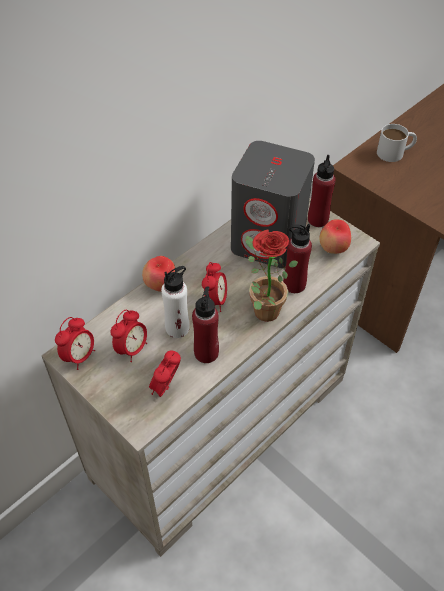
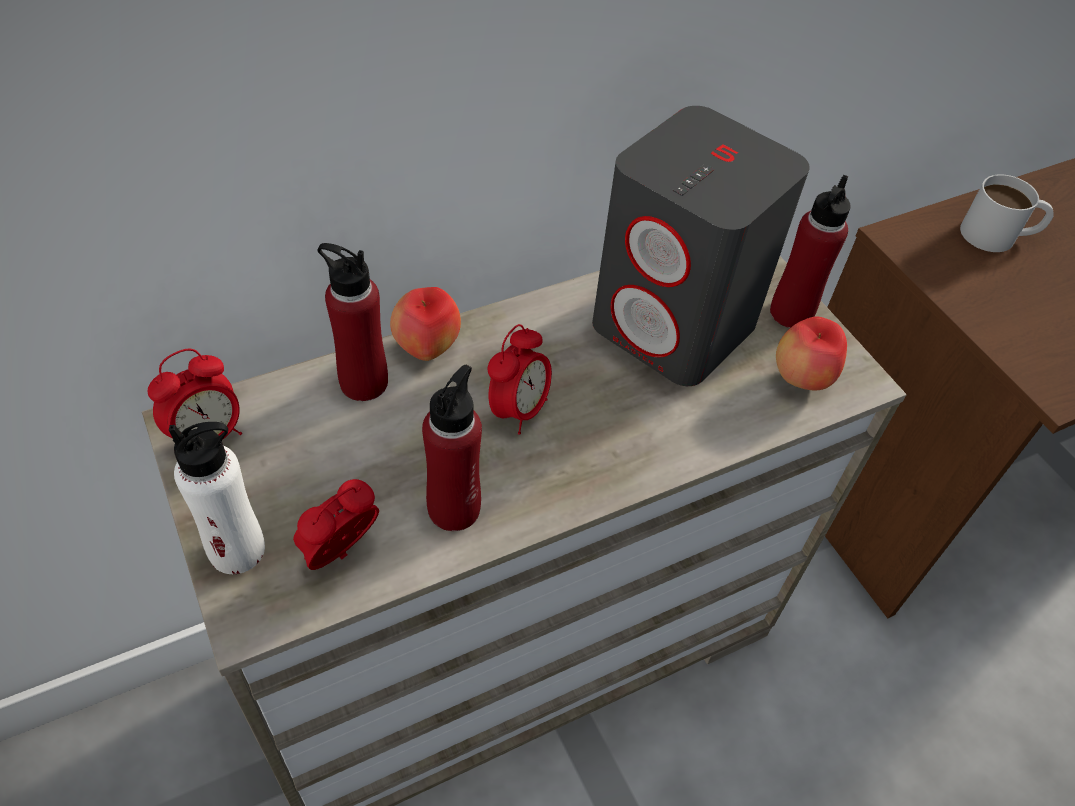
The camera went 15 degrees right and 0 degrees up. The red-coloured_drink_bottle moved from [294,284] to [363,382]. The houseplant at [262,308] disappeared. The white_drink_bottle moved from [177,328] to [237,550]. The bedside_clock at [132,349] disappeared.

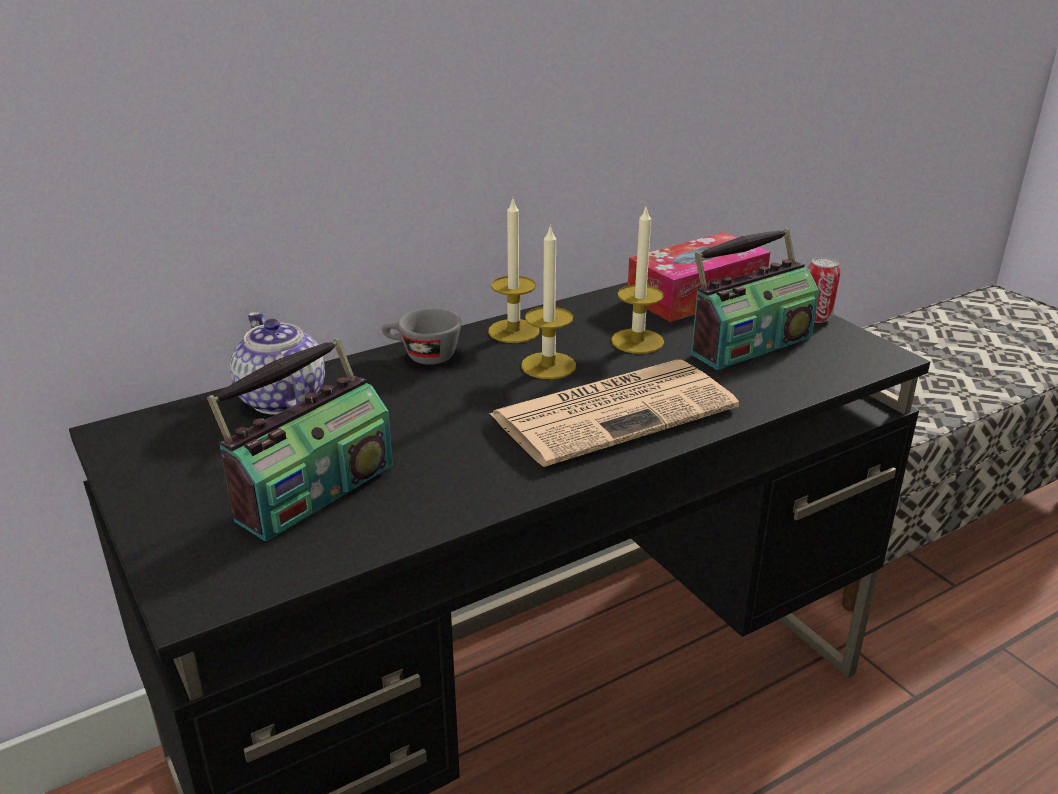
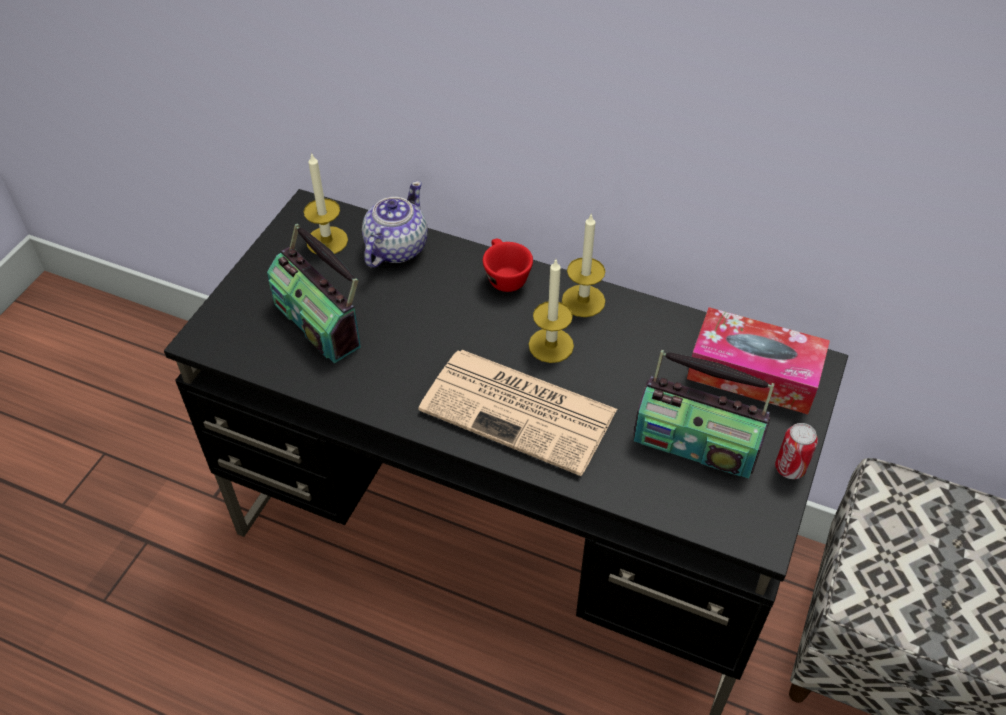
The camera went 55 degrees right and 20 degrees up. The wax_light moved from [637,341] to [327,241]. The grey_drinking_cup at [422,356] became the red-coloured_drinking_cup at [504,276]. The radio at [313,490] turned 45 degrees clockwise.

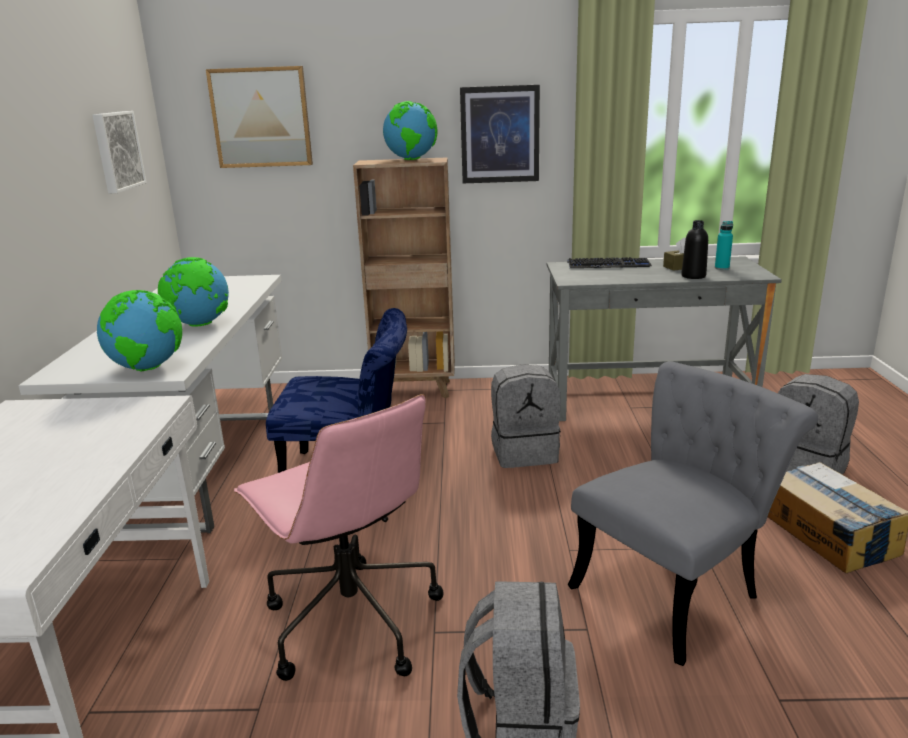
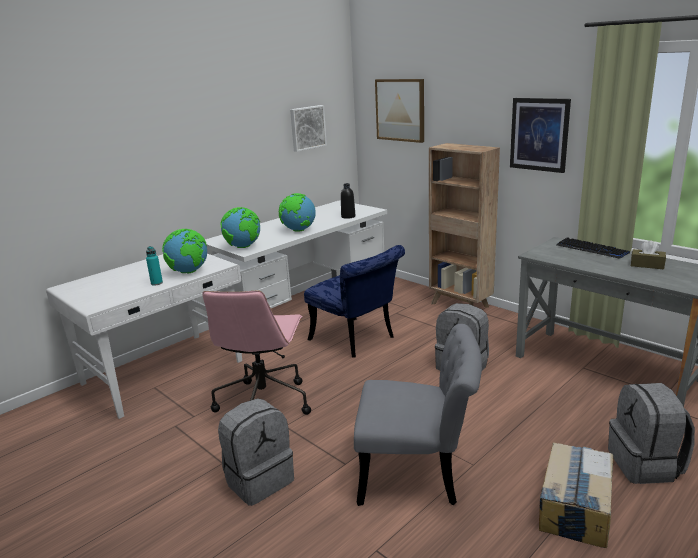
The camera went 45 degrees right and 0 degrees up. The desk_globe moved from [411,159] to [189,272]. The black-coloured_drink_bottle moved from [693,276] to [348,216]. The turquoise_drink_bottle moved from [722,268] to [156,283].

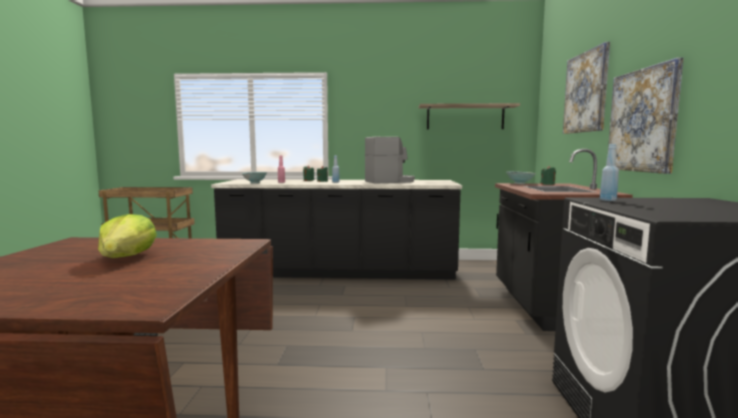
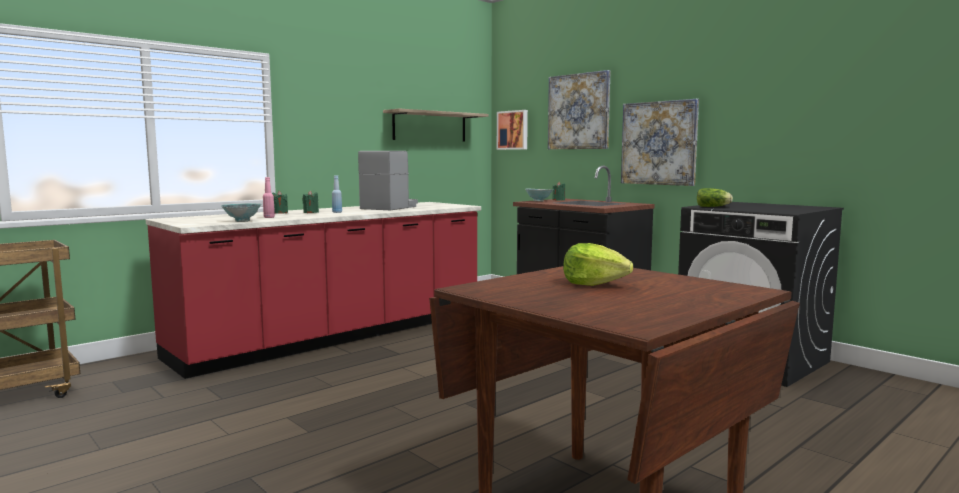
The camera went 45 degrees left and 0 degrees up. The bluish_drink_bottle at [608,200] was replaced by the head_of_lettuce at [714,207]. The black-coloured_kitchen_base_unit at [340,272] became the red-coloured_kitchen_base_unit at [336,335]. The wall_picture at [513,130] appeared.

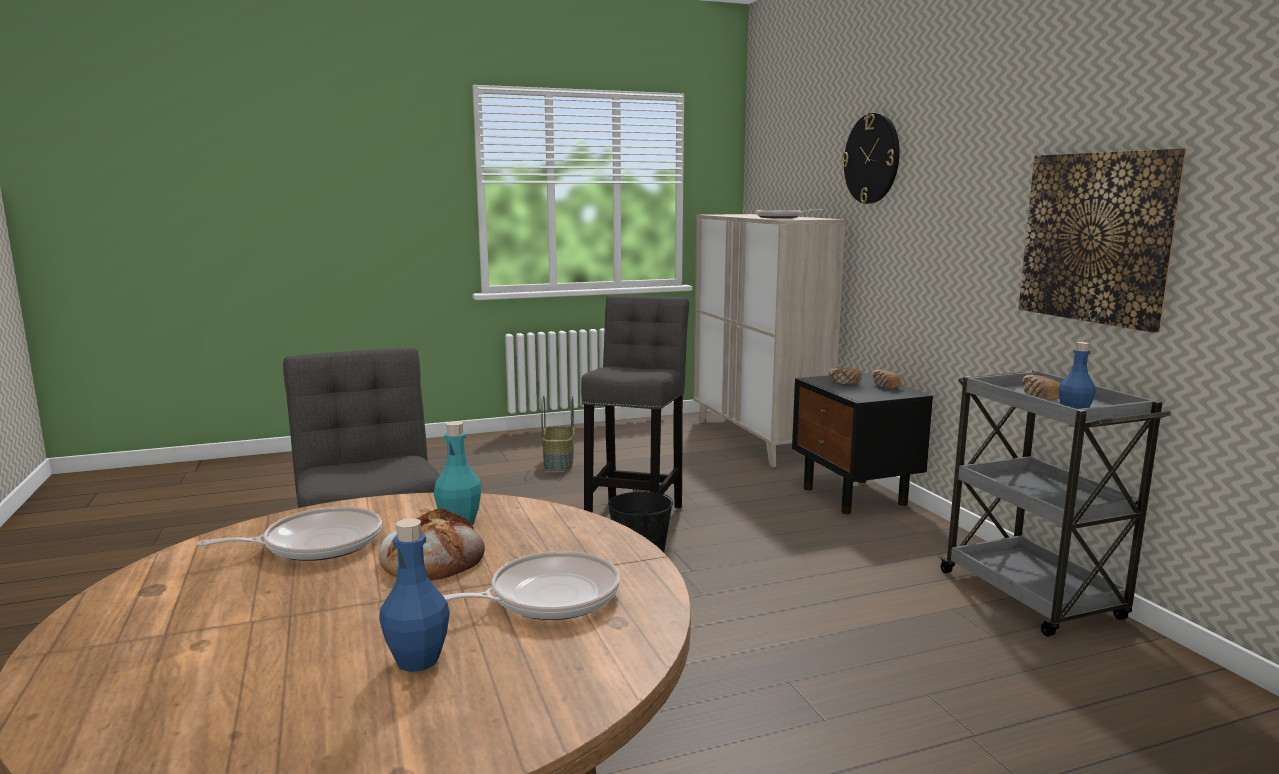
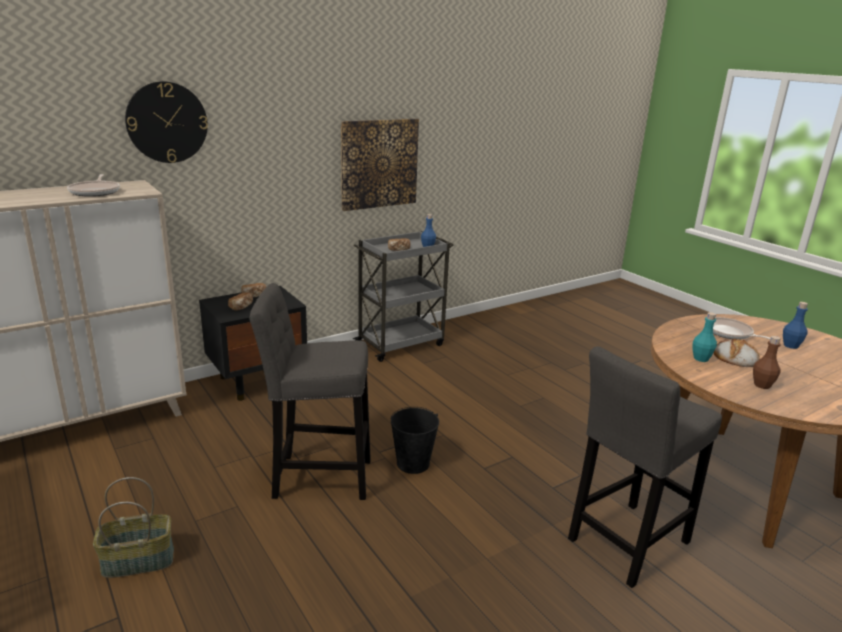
The camera went 105 degrees left and 10 degrees up. The skillet at [317,544] was replaced by the brown-coloured_drink_bottle at [762,385].

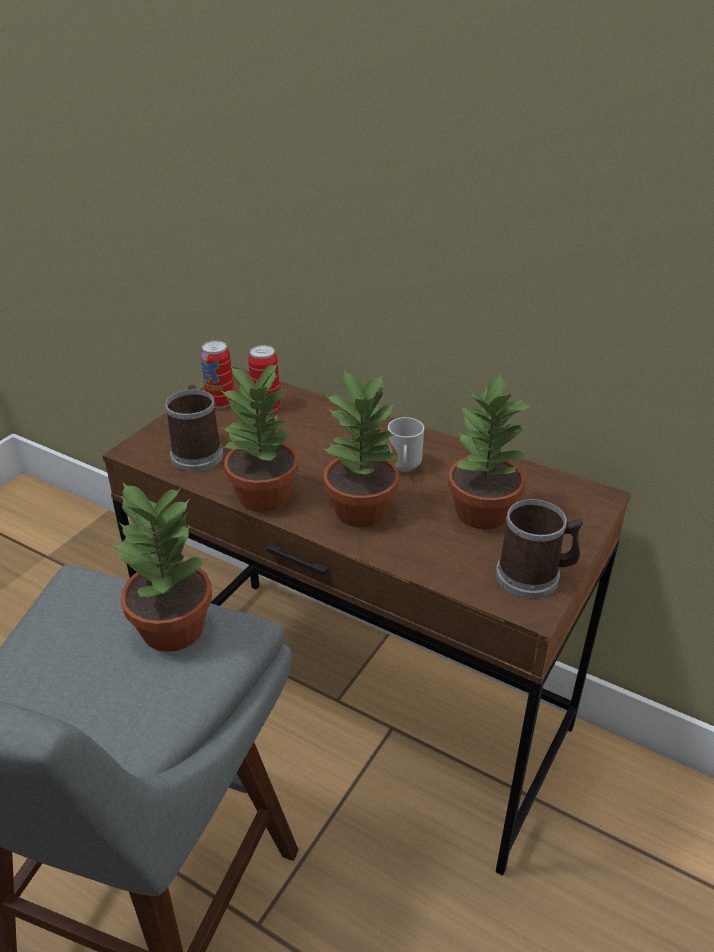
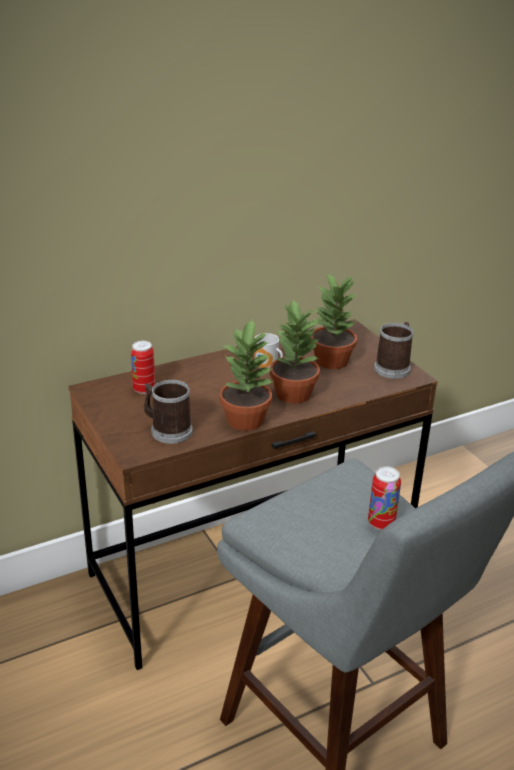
The camera went 60 degrees left and 5 degrees down. The metal_can moved from [220,403] to [381,523]. The houseplant at [171,628] disappeared.

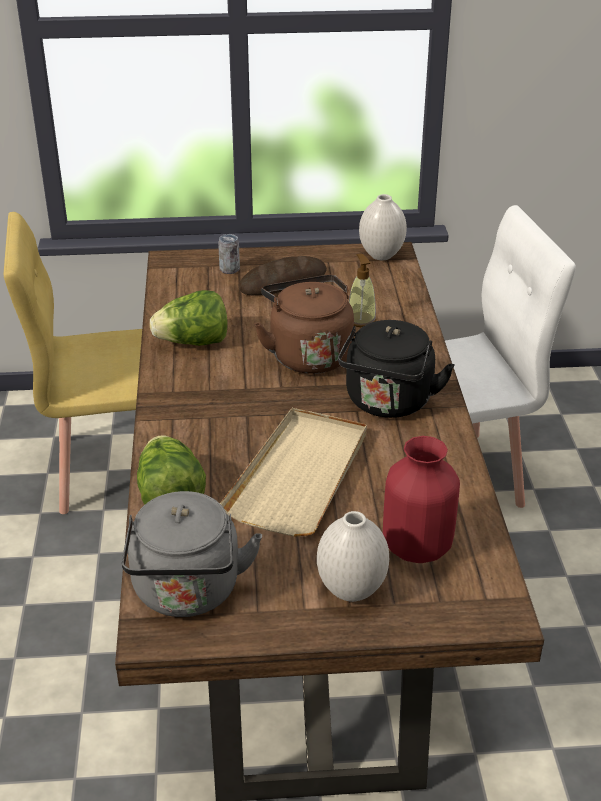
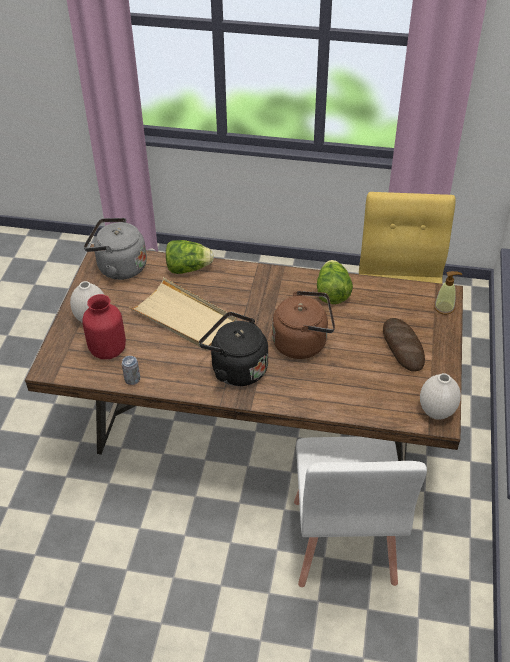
The camera went 105 degrees right and 10 degrees up. The metal_can moved from [229,269] to [132,379]. The soap_bottle moved from [361,320] to [444,308].

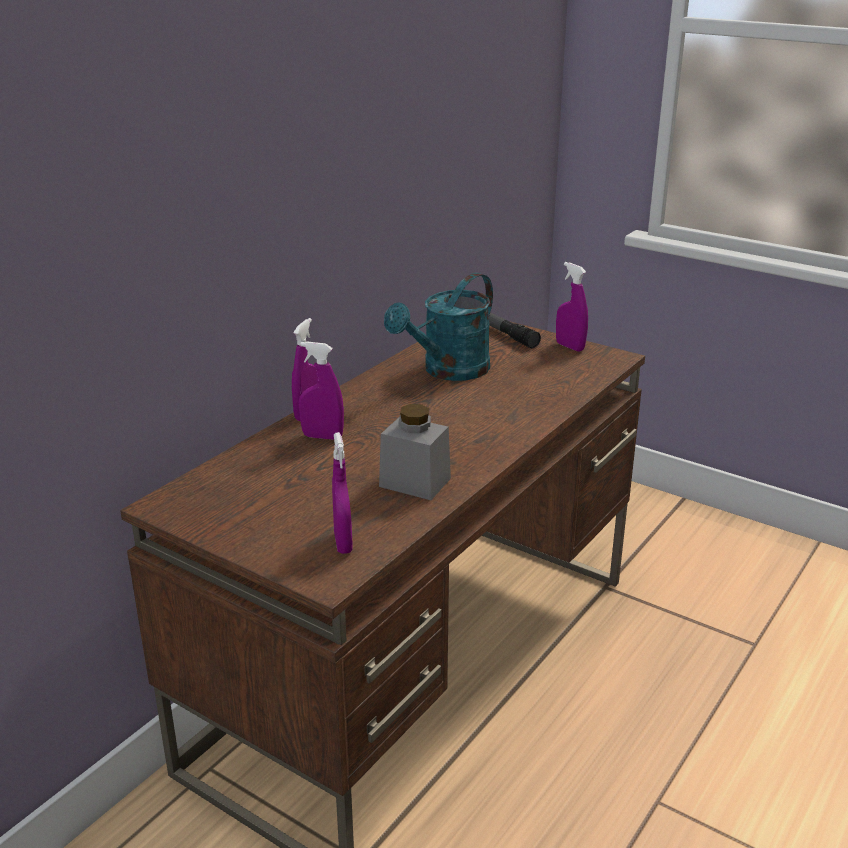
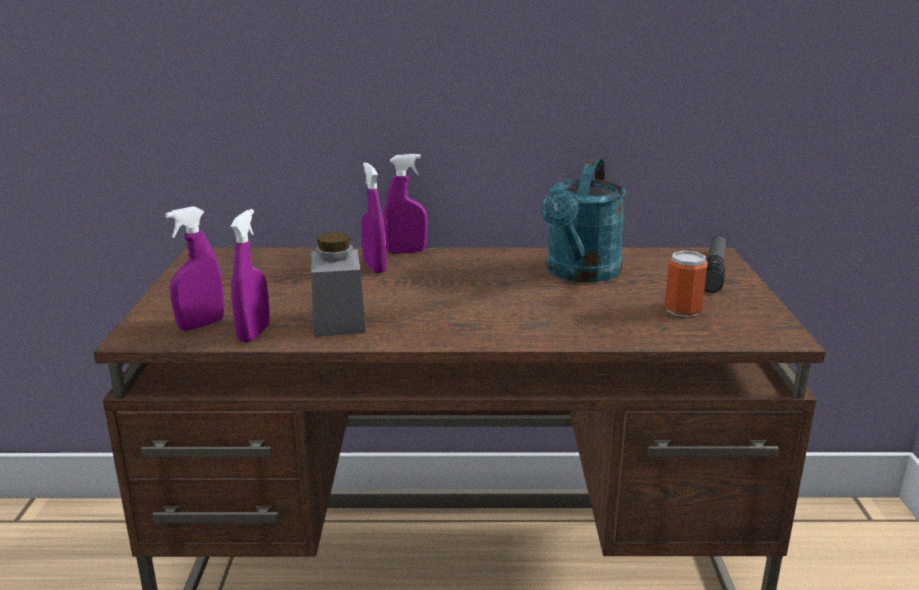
The camera went 55 degrees right and 5 degrees down. The purplish_hand_sprayer moved from [570,347] to [254,333]. The turquoise_watering_pot at [448,371] turned 75 degrees counterclockwise. The metal_can at [682,310] appeared.

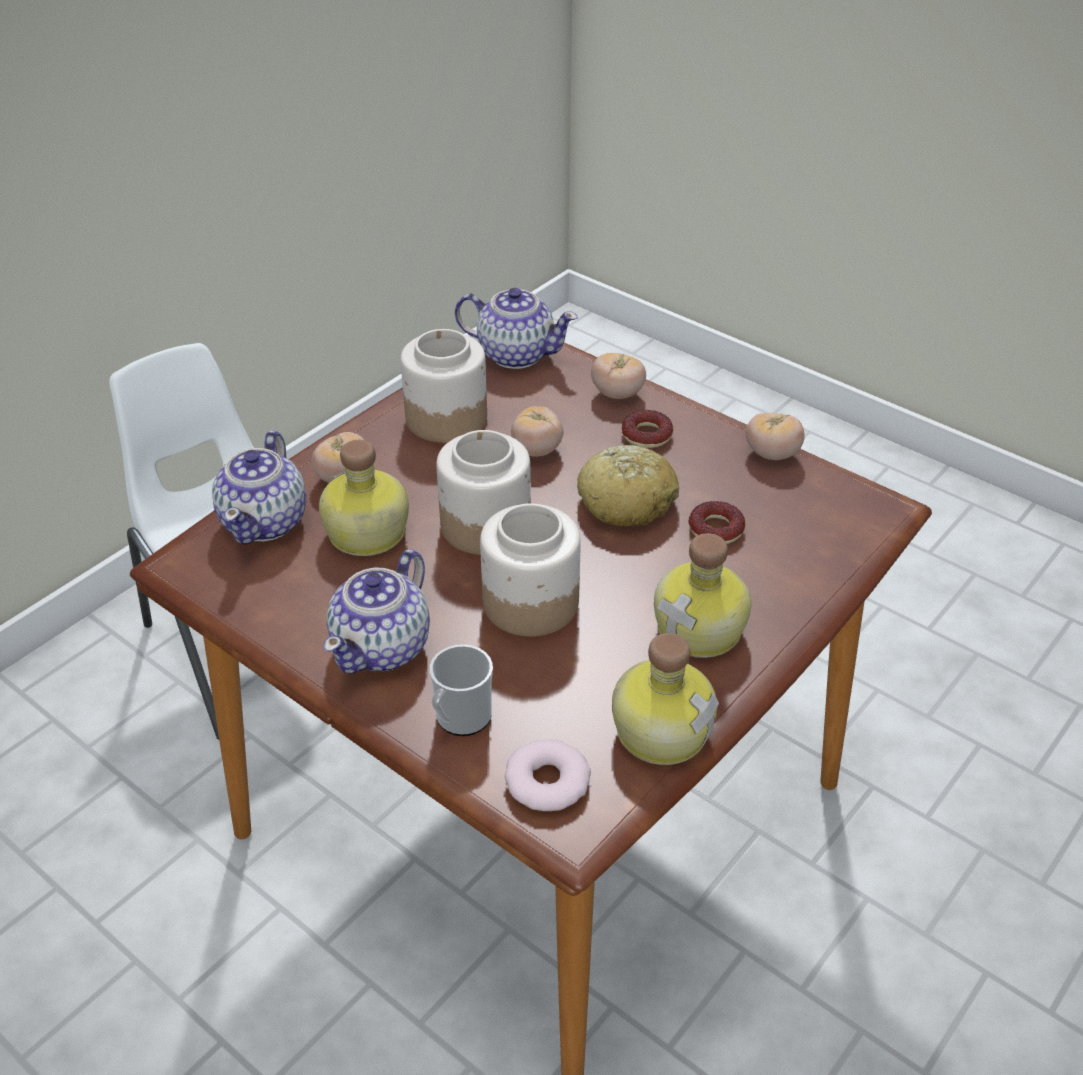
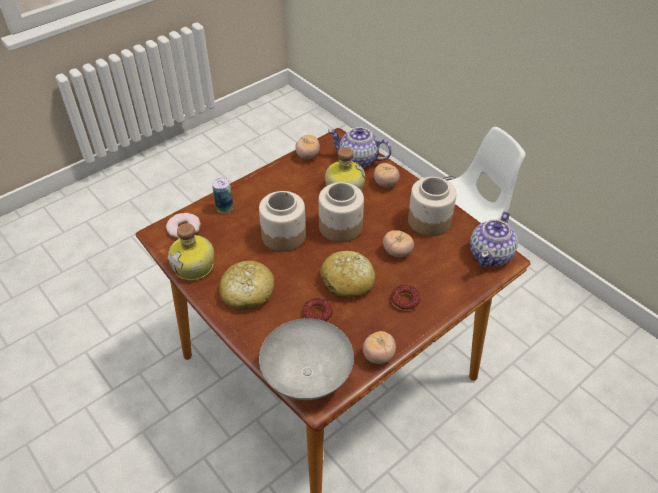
The camera went 100 degrees right and 5 degrees up. The tomato moved from [617,394] to [307,156]. The drink_bottle at [702,629] was replaced by the bakery_bread at [247,292]. The tea_pot at [383,647] disappeared. The tea_mug at [459,720] was replaced by the metal_can at [224,208]. The grey_deep_dish at [305,375] appeared.

